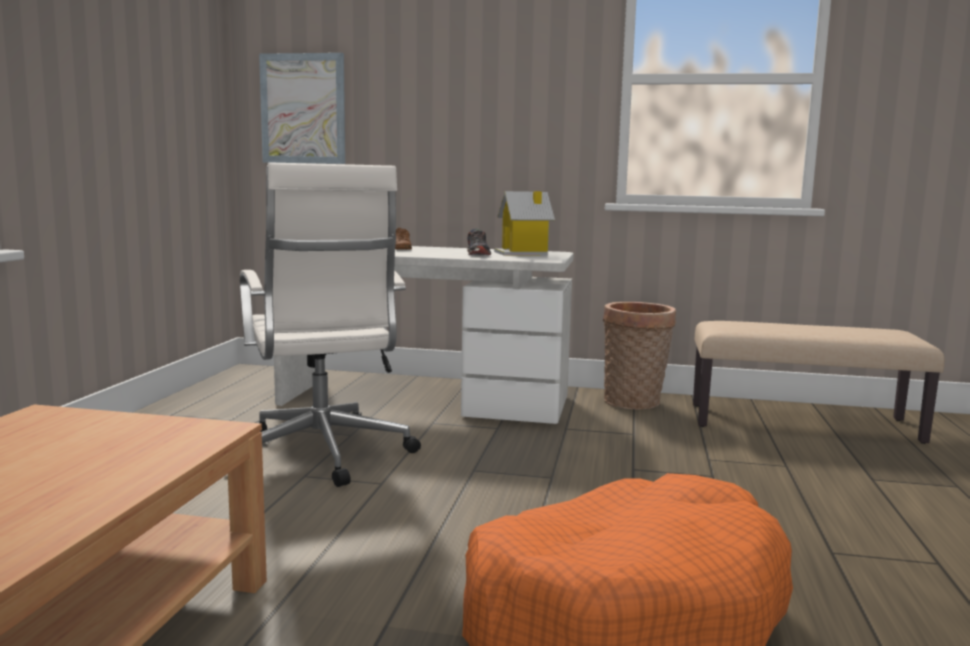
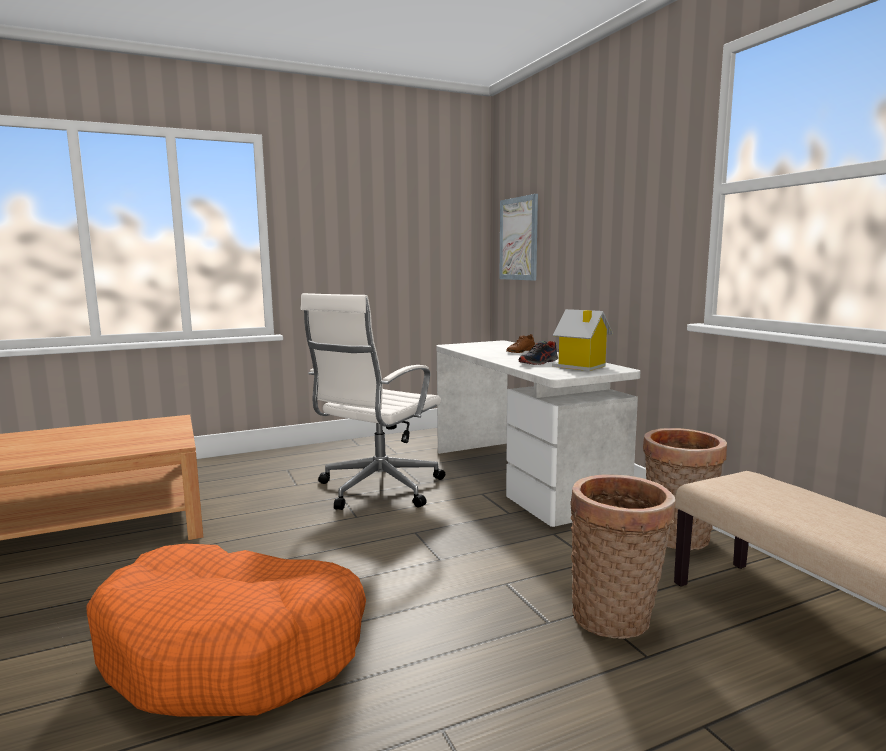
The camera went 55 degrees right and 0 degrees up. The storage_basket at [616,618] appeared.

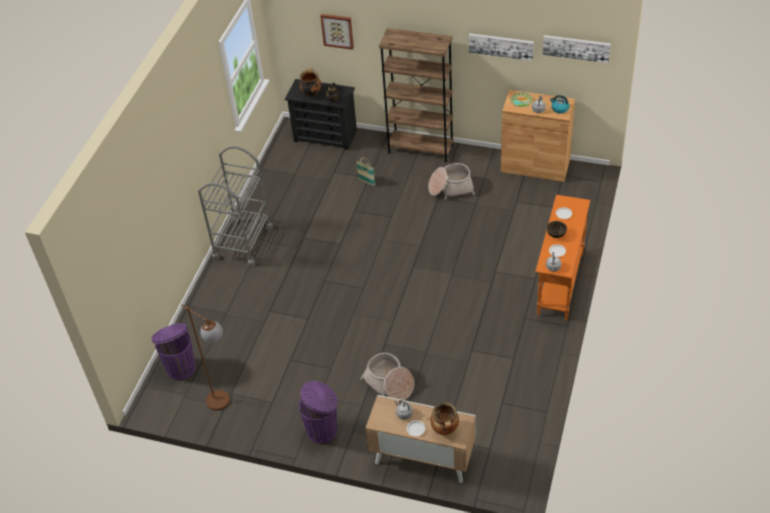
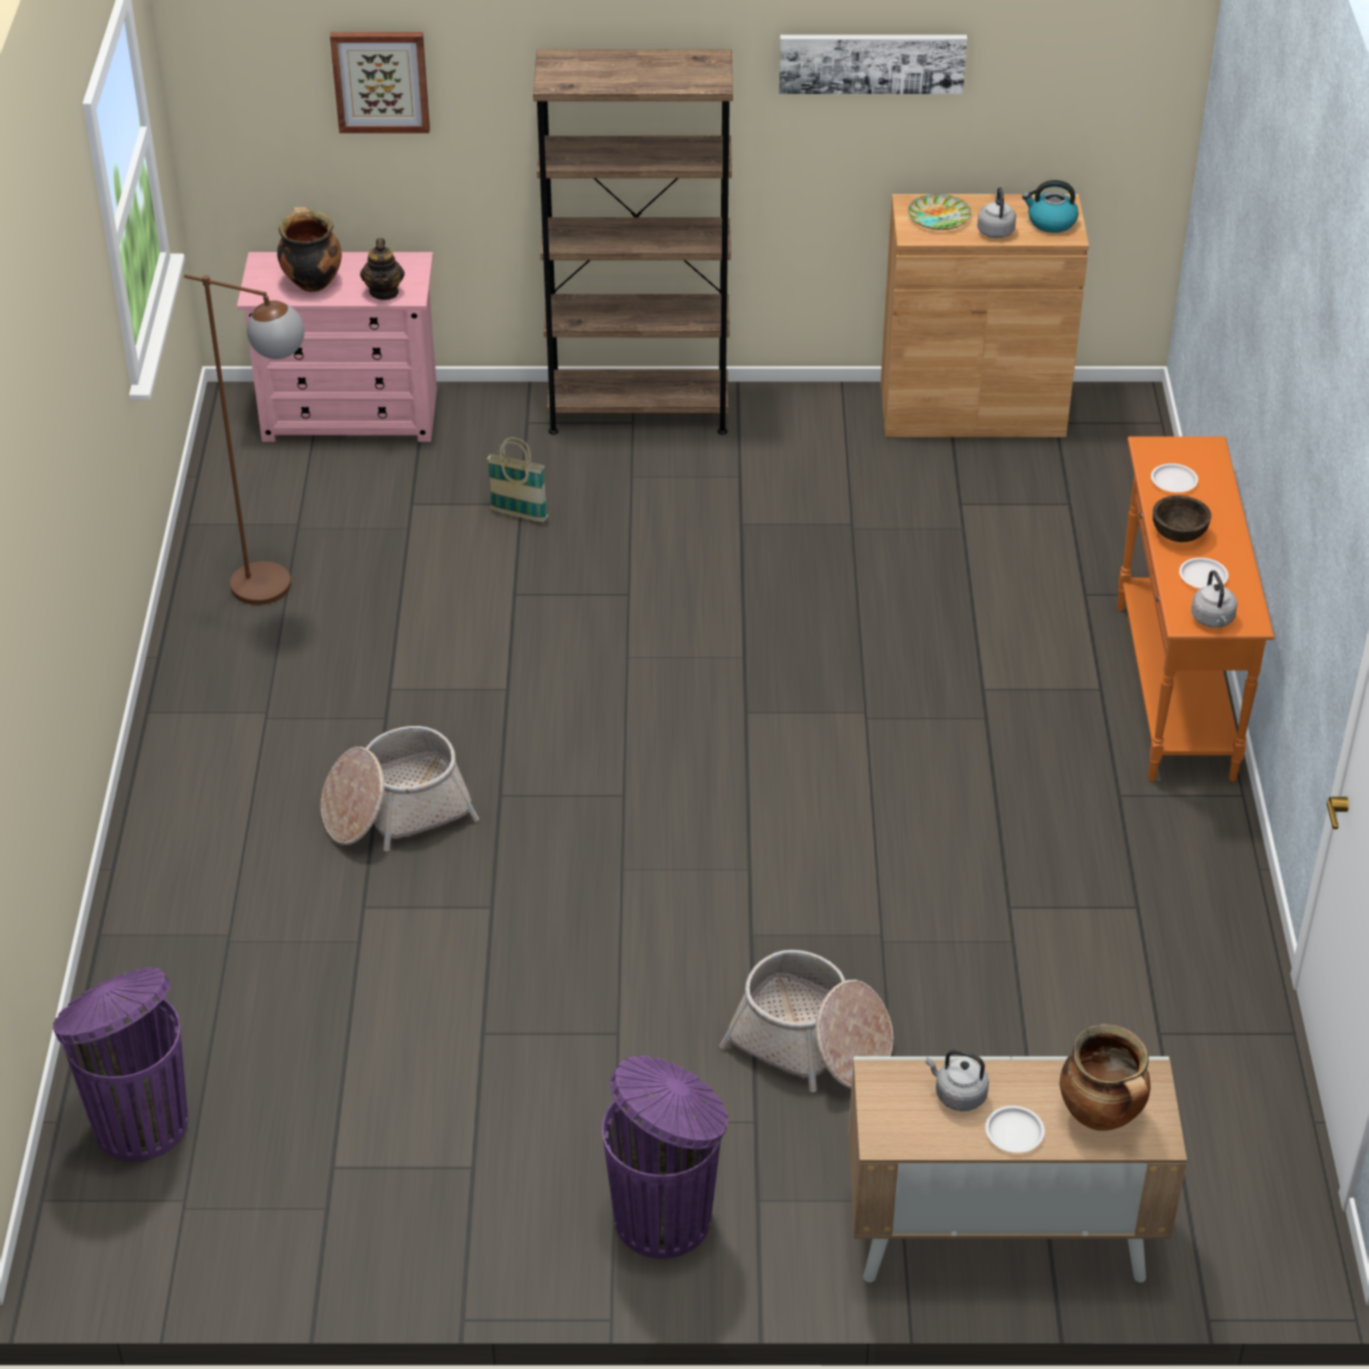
The camera went 20 degrees left and 5 degrees down. The wall_picture at [576,48] disappeared. The black-coloured_chest_of_drawers at [325,136] became the pink_chest_of_drawers at [351,415]. The grey_trolley at [243,242] disappeared. The storage_basket moved from [450,188] to [396,810]. The brown-coloured_standard_lamp moved from [224,404] to [281,590].

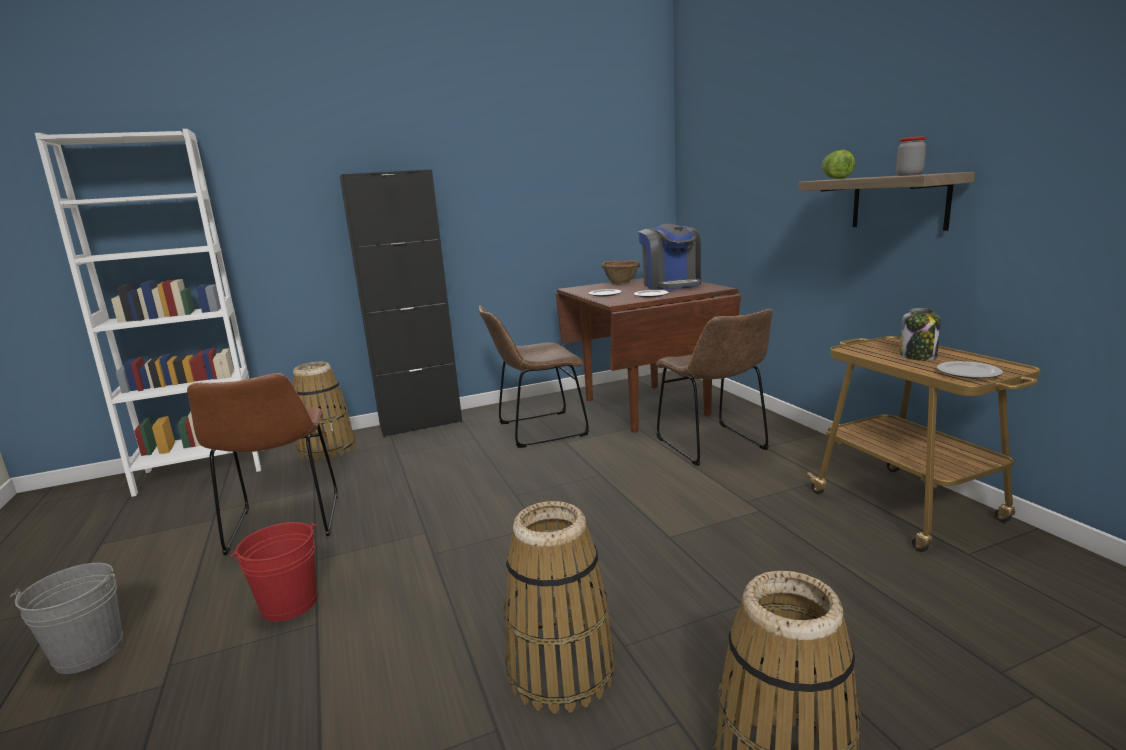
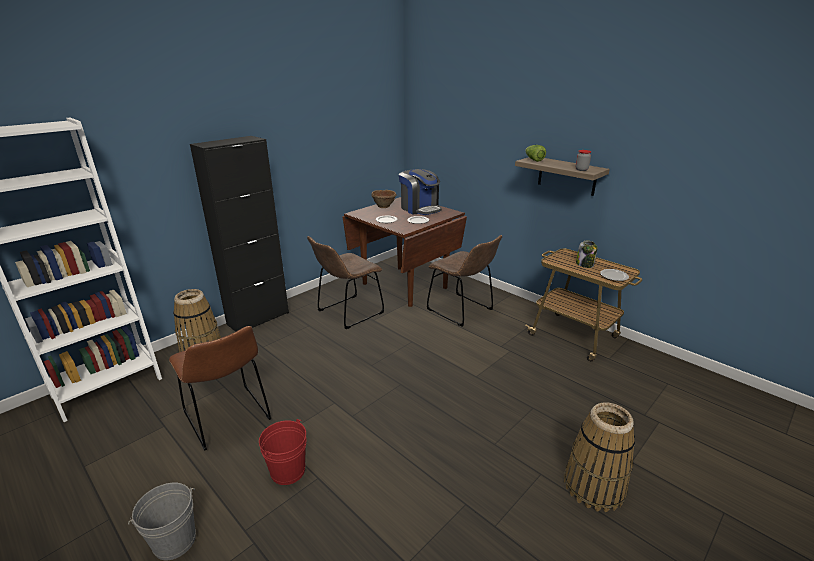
The camera went 25 degrees left and 10 degrees up. The storage_basket at [561,669] disappeared.

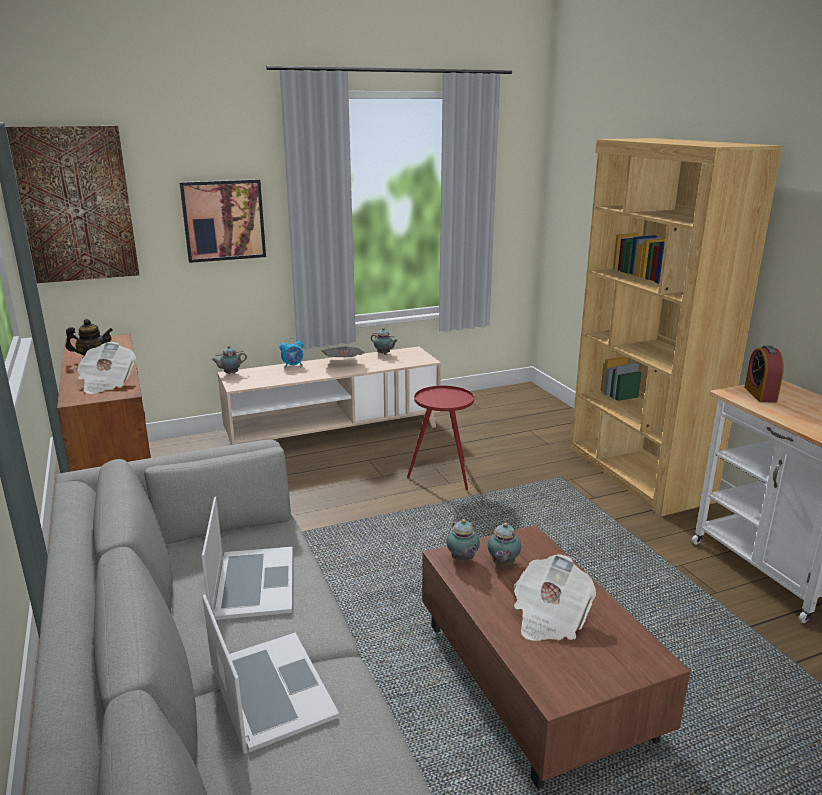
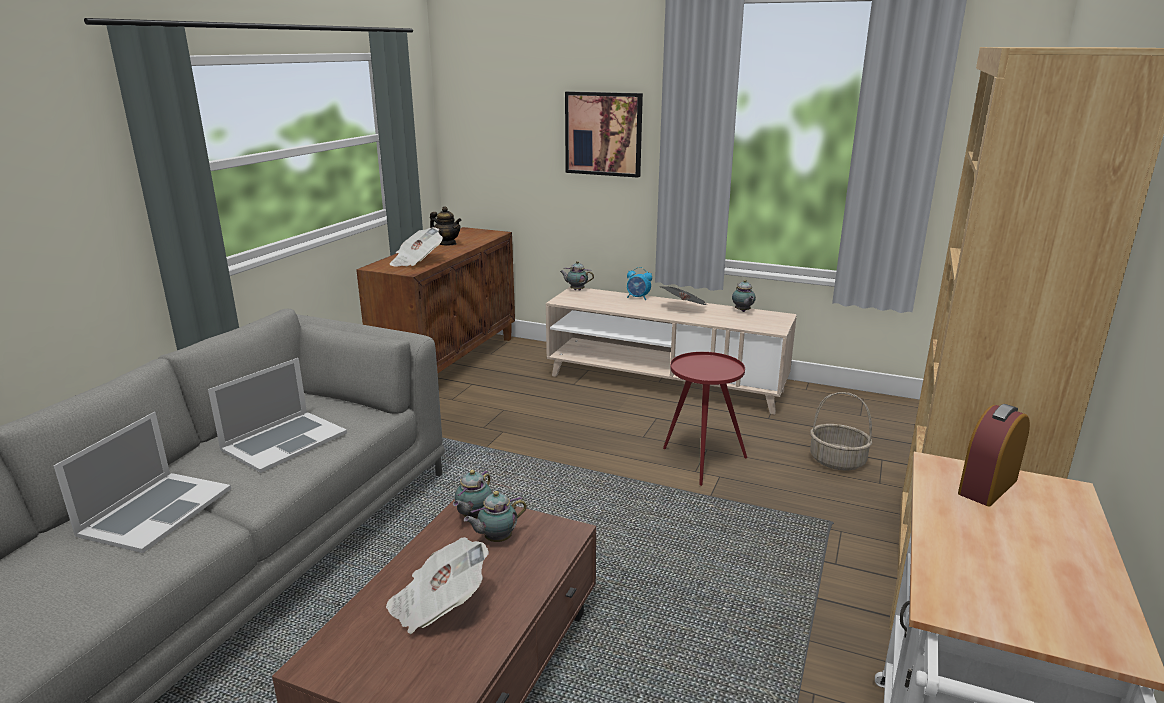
The camera went 45 degrees right and 0 degrees up. The wall_picture at [77,205] disappeared. The storage_basket at [836,461] appeared.

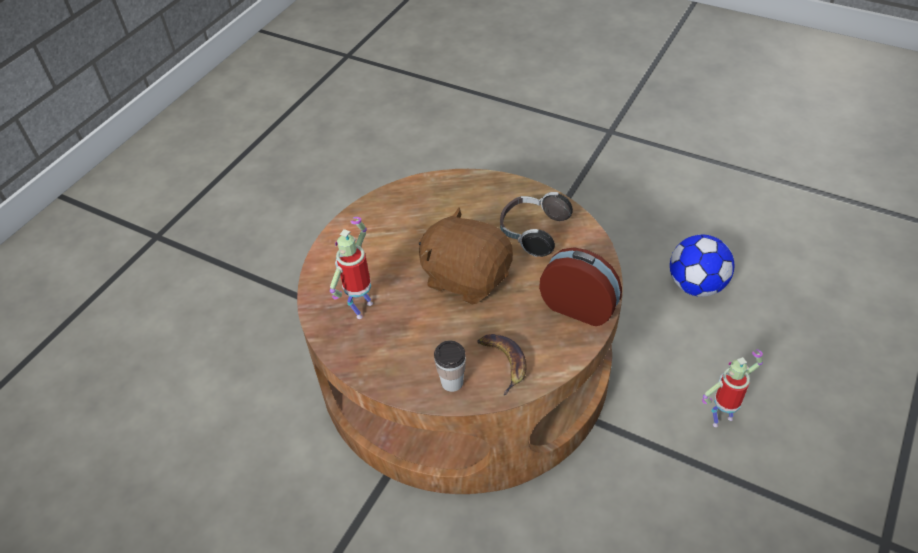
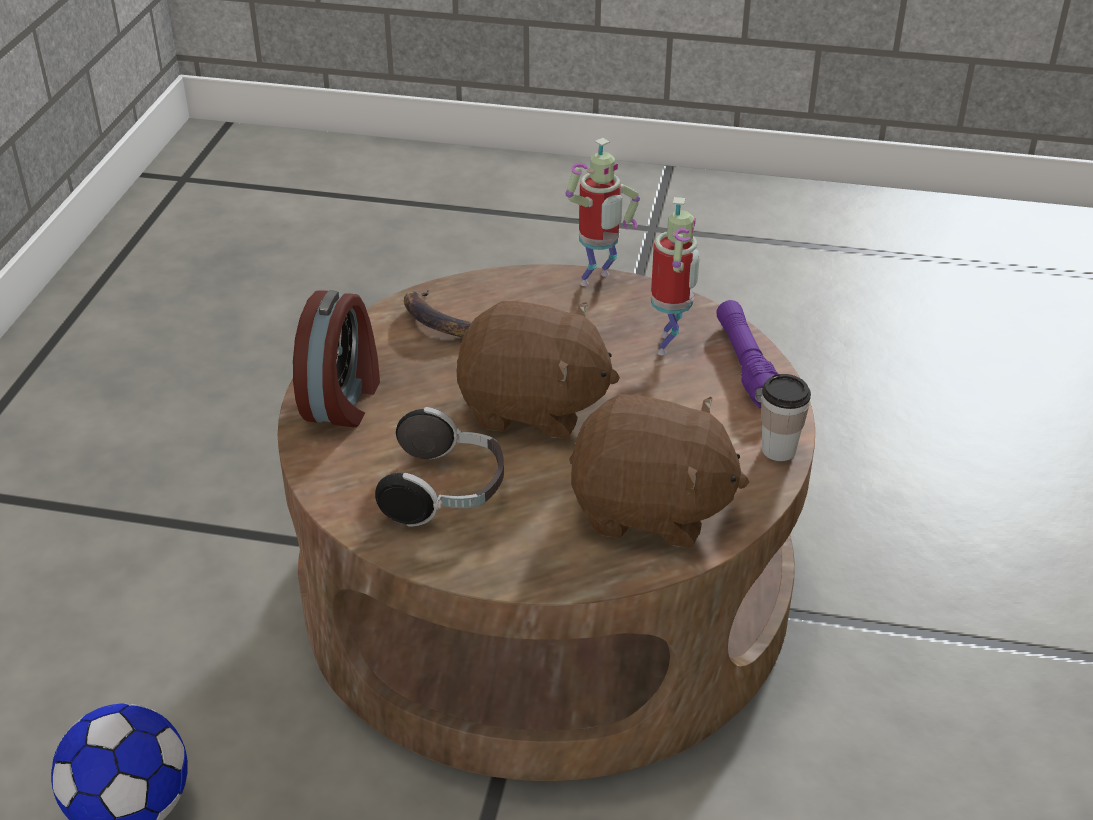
The camera went 160 degrees right and 10 degrees down. The bedside_clock at [579,306] turned 90 degrees counterclockwise. The drinking_cup moved from [452,382] to [778,450]. The toy_robot moved from [721,418] to [597,281]. The purplish_flashlight at [746,364] appeared. The brown-coloured_soft_toy at [650,509] appeared.

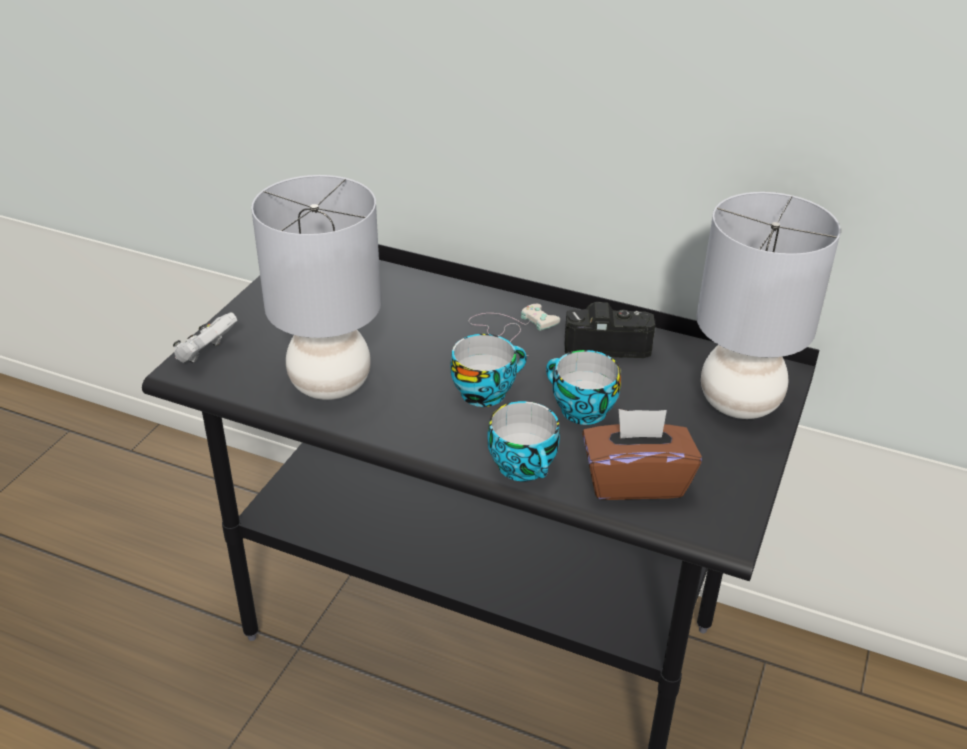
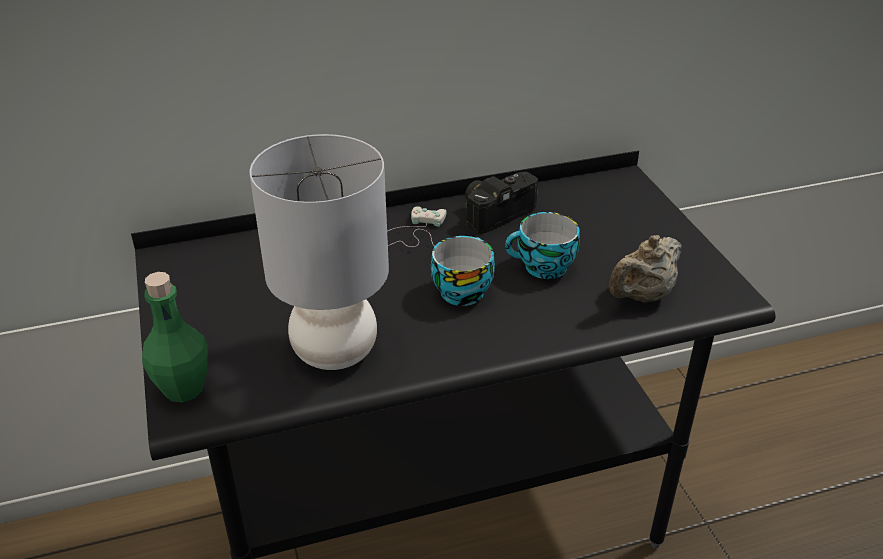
The camera went 40 degrees left and 0 degrees up. The grey_table_lamp at [738,402] disappeared. The white_gamepad at [206,354] was replaced by the green_drink_bottle at [183,388]. The drinking_cup at [525,467] disappeared. The brown-coloured_box_of_tissues at [635,481] was replaced by the beige_tea_pot at [642,296].

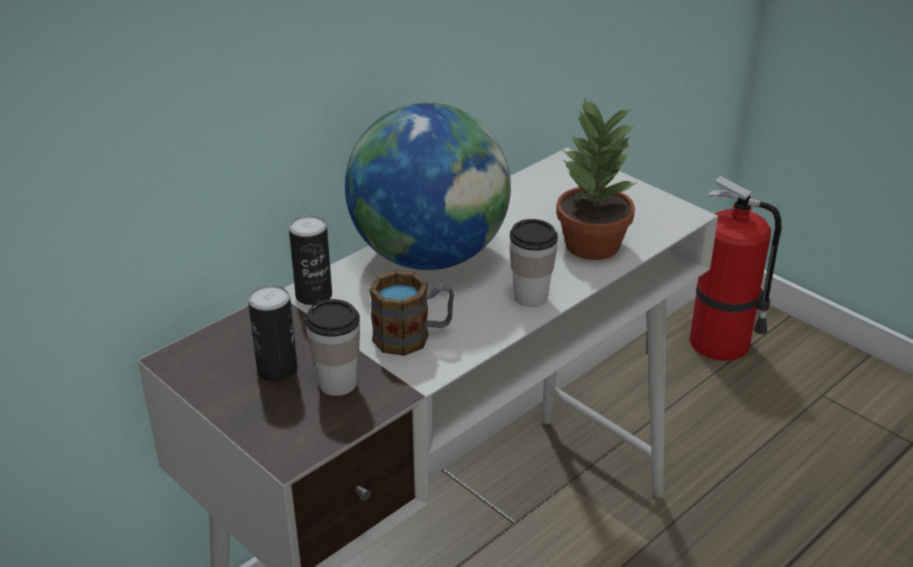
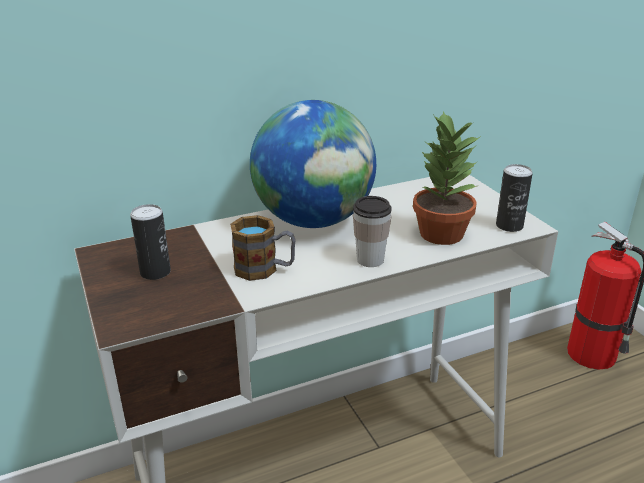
The camera went 20 degrees right and 5 degrees down. The metal_can moved from [314,295] to [509,226]. The drinking_cup at [337,383] disappeared.

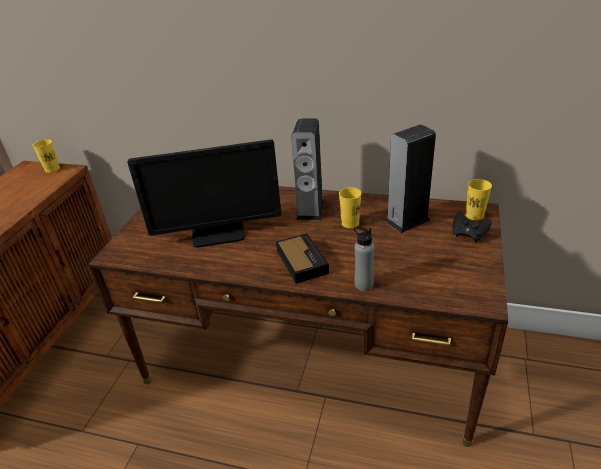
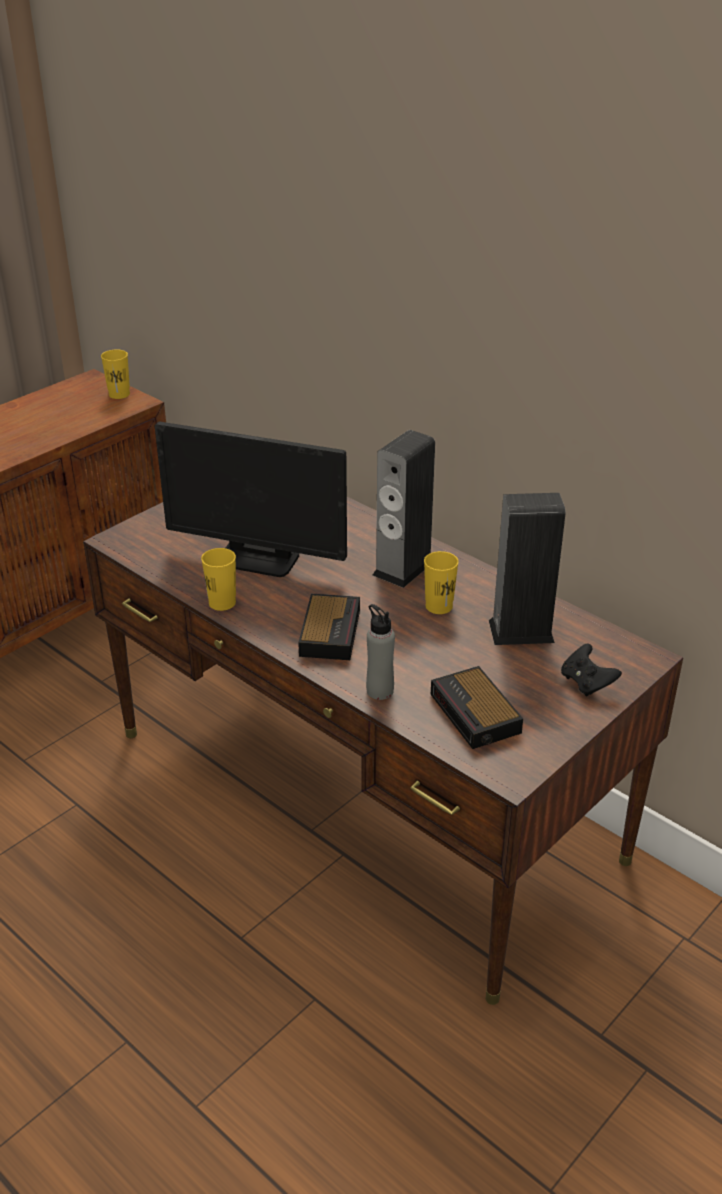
The camera went 25 degrees right and 0 degrees up. The yellow_drinking_cup moved from [474,215] to [222,603]. The bedside_clock at [476,715] appeared.

